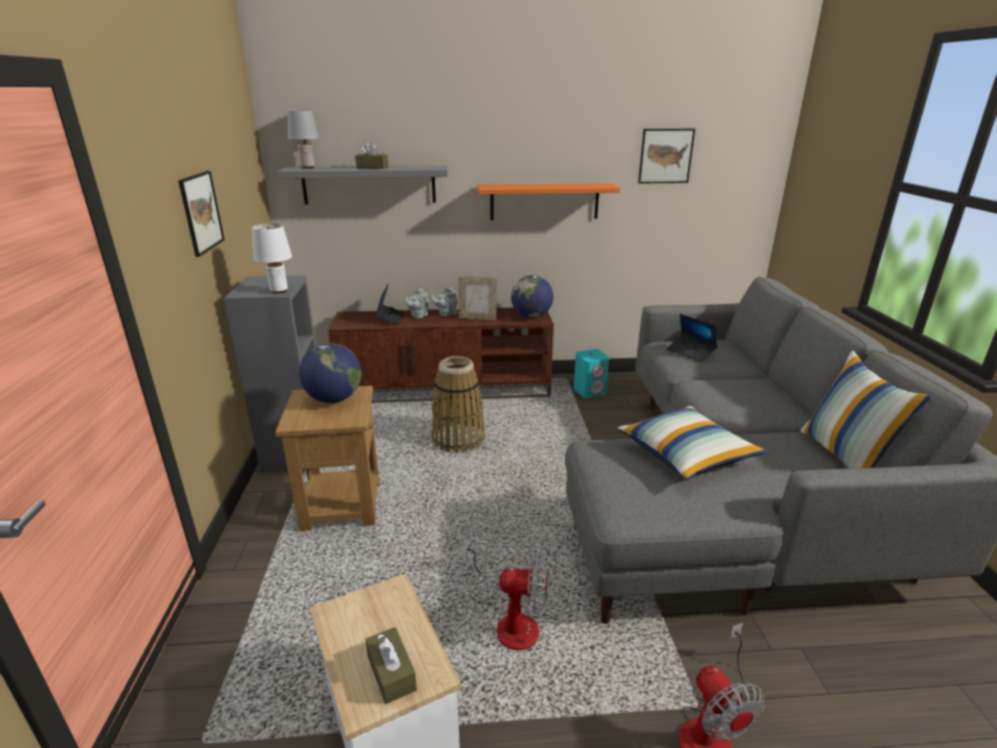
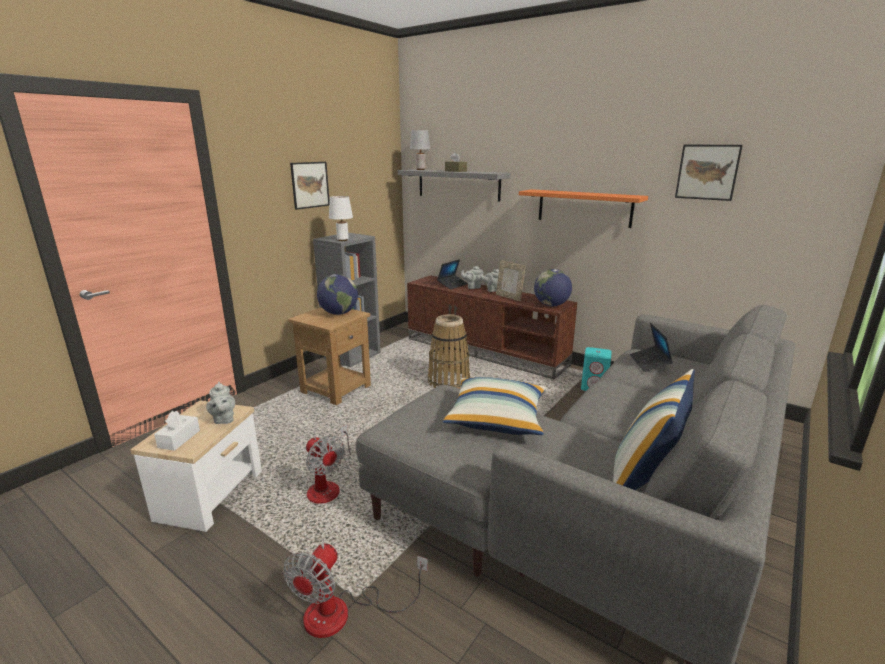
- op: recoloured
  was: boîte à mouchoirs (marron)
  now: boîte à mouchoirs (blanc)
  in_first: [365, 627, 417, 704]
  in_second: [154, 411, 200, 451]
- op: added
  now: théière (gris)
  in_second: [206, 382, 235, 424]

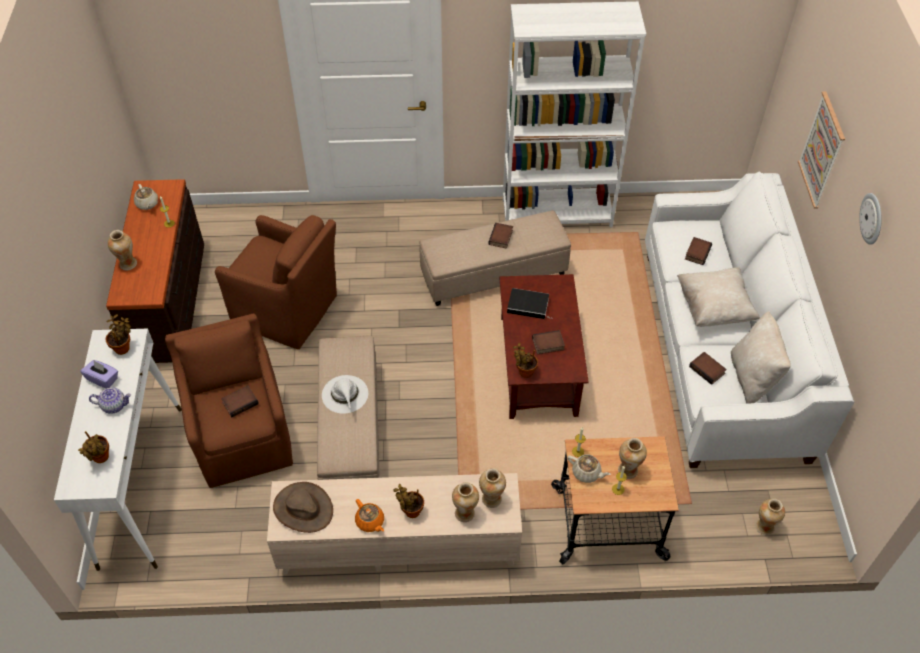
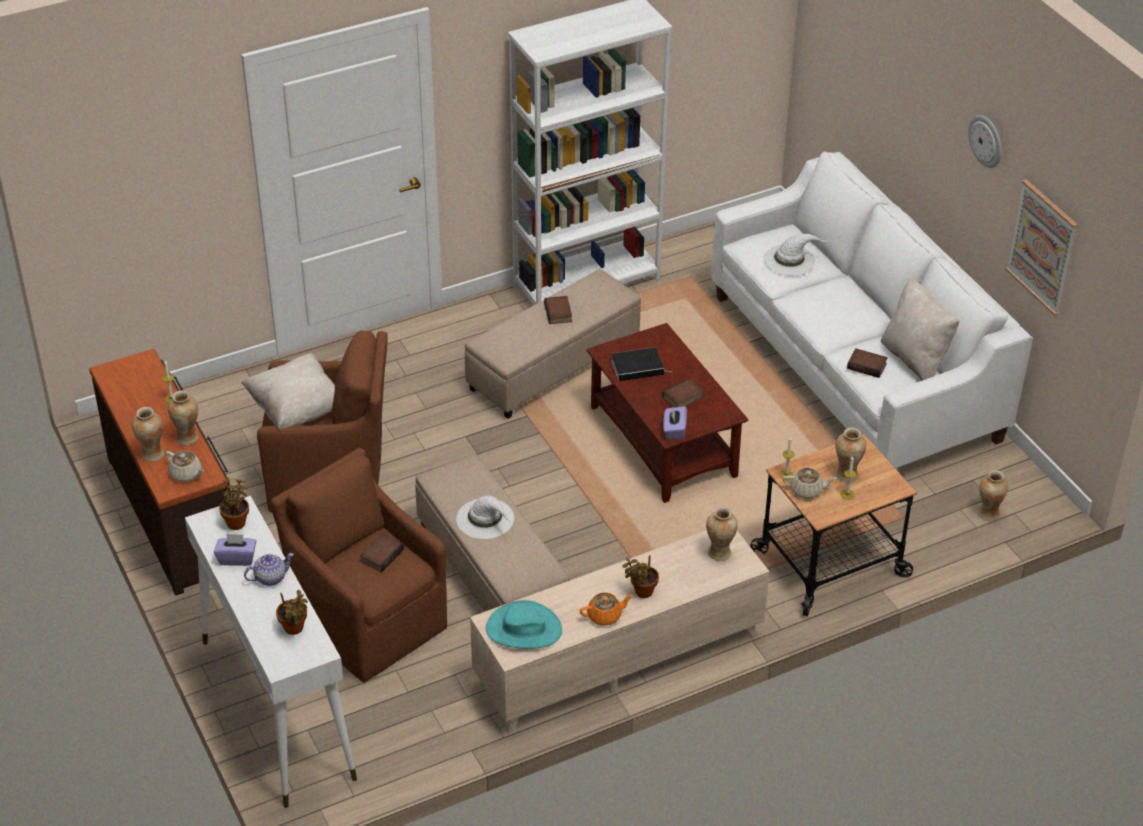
- op: moved
  was: théière (beige)
  in_first: [134, 184, 159, 210]
  in_second: [165, 451, 204, 482]
- op: moved
  was: vase
  in_first: [452, 482, 479, 522]
  in_second: [168, 391, 198, 445]
- op: moved
  was: coussin (beige)
  in_first: [677, 267, 760, 327]
  in_second: [241, 353, 335, 429]
- op: recoloured
  was: chapeau (marron)
  now: chapeau (turquoise)
  in_first: [273, 482, 333, 533]
  in_second: [486, 600, 562, 649]
- op: turned
  was: théière (orange)
  in_first: [355, 499, 384, 532]
  in_second: [580, 592, 633, 626]
  clockwise: -45
- op: replaced
  was: plante en pot
  now: boîte à mouchoirs (violet)
  in_first: [513, 343, 538, 378]
  in_second: [663, 406, 687, 440]
- op: replaced
  was: livre
  now: chapeau (blanc)
  in_first: [685, 237, 712, 265]
  in_second: [764, 234, 828, 276]
- op: moved
  was: tableau
  in_first: [798, 91, 845, 209]
  in_second: [1006, 179, 1078, 316]

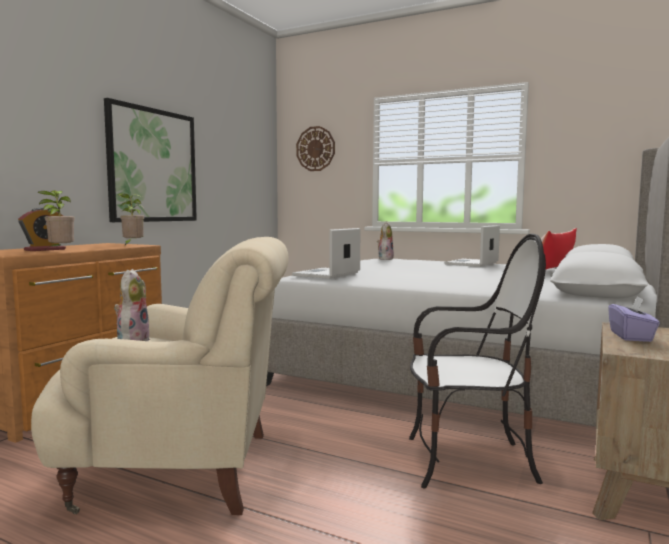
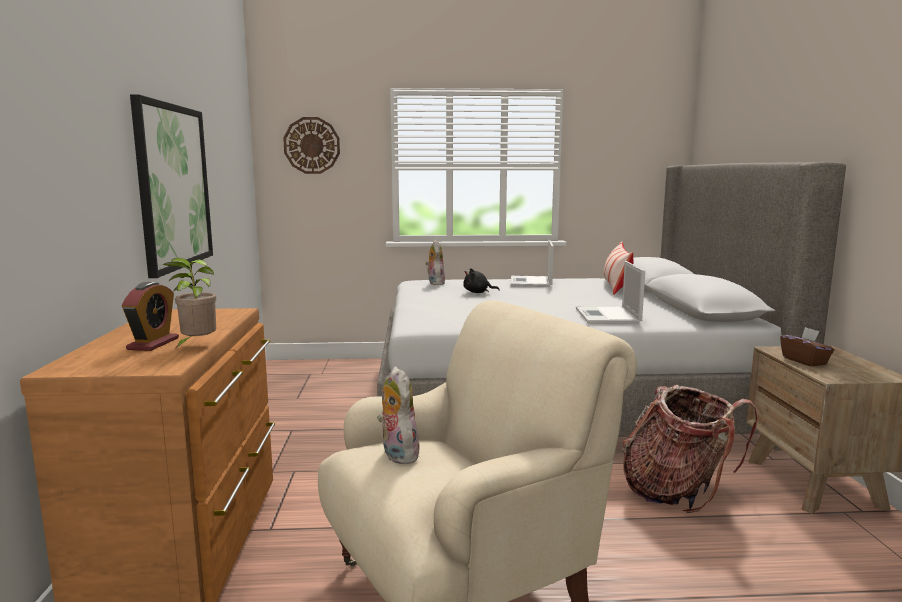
- op: added
  now: peluche (noir)
  in_second: [463, 268, 500, 293]
- op: moved
  was: ordinateur portable
  in_first: [292, 228, 360, 279]
  in_second: [576, 261, 645, 324]
- op: replaced
  was: chaise
  now: sac à dos
  in_first: [409, 234, 546, 489]
  in_second: [622, 385, 759, 513]
- op: recoloured
  was: boîte à mouchoirs (violet)
  now: boîte à mouchoirs (marron)
  in_first: [608, 296, 660, 342]
  in_second: [780, 327, 834, 367]
- op: removed
  was: plante en pot
  in_first: [117, 193, 144, 245]

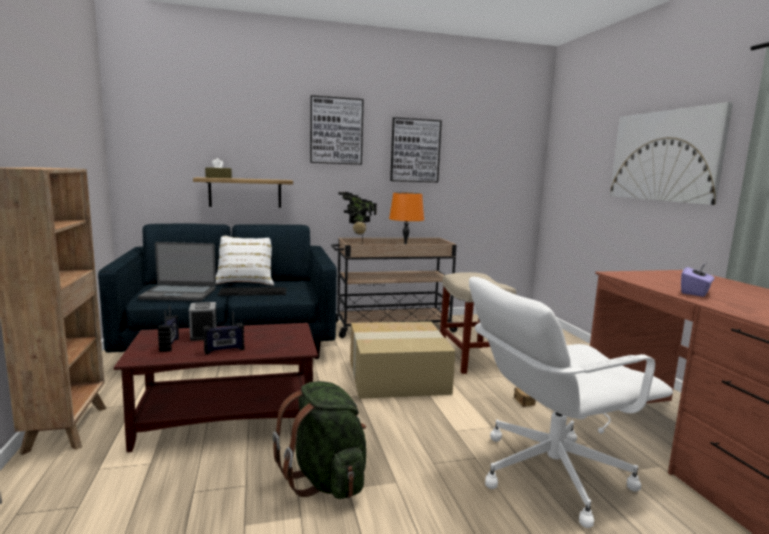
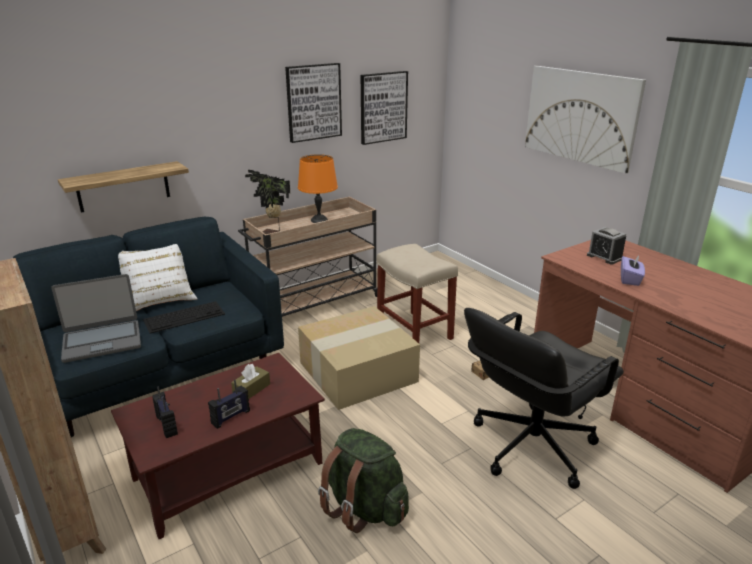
- op: moved
  was: boîte à mouchoirs (marron)
  in_first: [205, 158, 232, 178]
  in_second: [231, 364, 270, 399]
- op: moved
  was: tableau
  in_first: [310, 95, 364, 165]
  in_second: [361, 71, 408, 145]
- op: recoloured
  was: chaise de bureau (blanc)
  now: chaise de bureau (noir)
  in_first: [469, 277, 673, 528]
  in_second: [464, 308, 624, 489]
- op: moved
  was: réveil
  in_first: [189, 302, 217, 341]
  in_second: [587, 227, 626, 265]

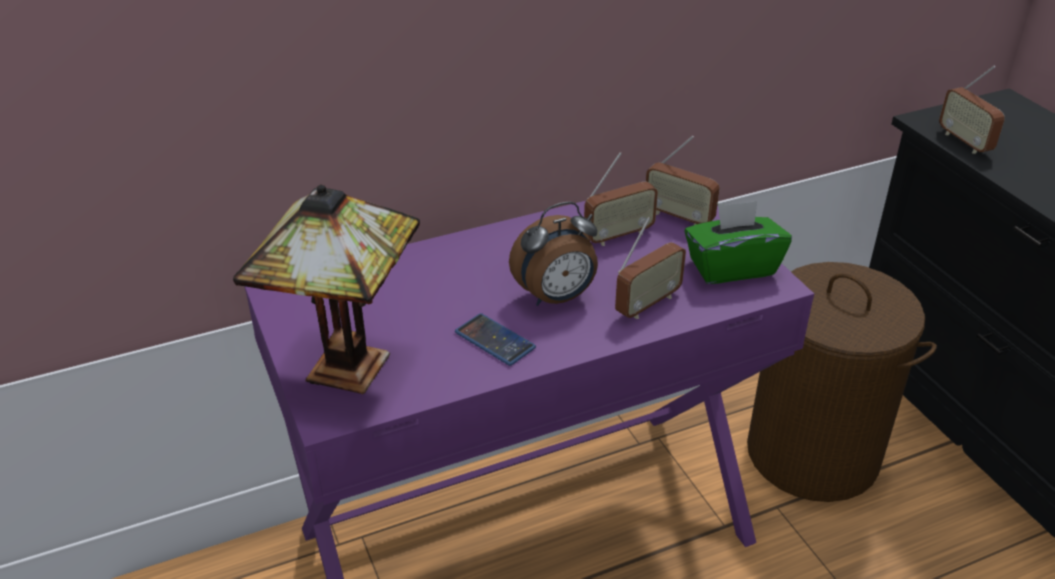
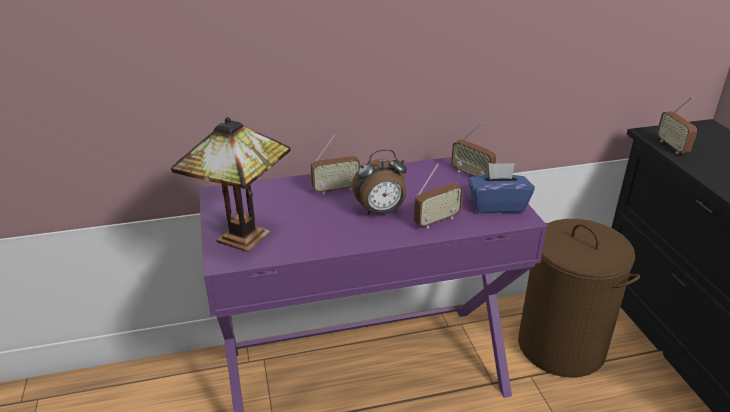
- op: moved
  was: radio
  in_first: [584, 152, 658, 246]
  in_second: [311, 135, 360, 195]
- op: recoloured
  was: boîte à mouchoirs (vert)
  now: boîte à mouchoirs (bleu)
  in_first: [684, 201, 792, 284]
  in_second: [468, 163, 535, 214]
- op: removed
  was: téléphone
  in_first: [455, 313, 536, 366]

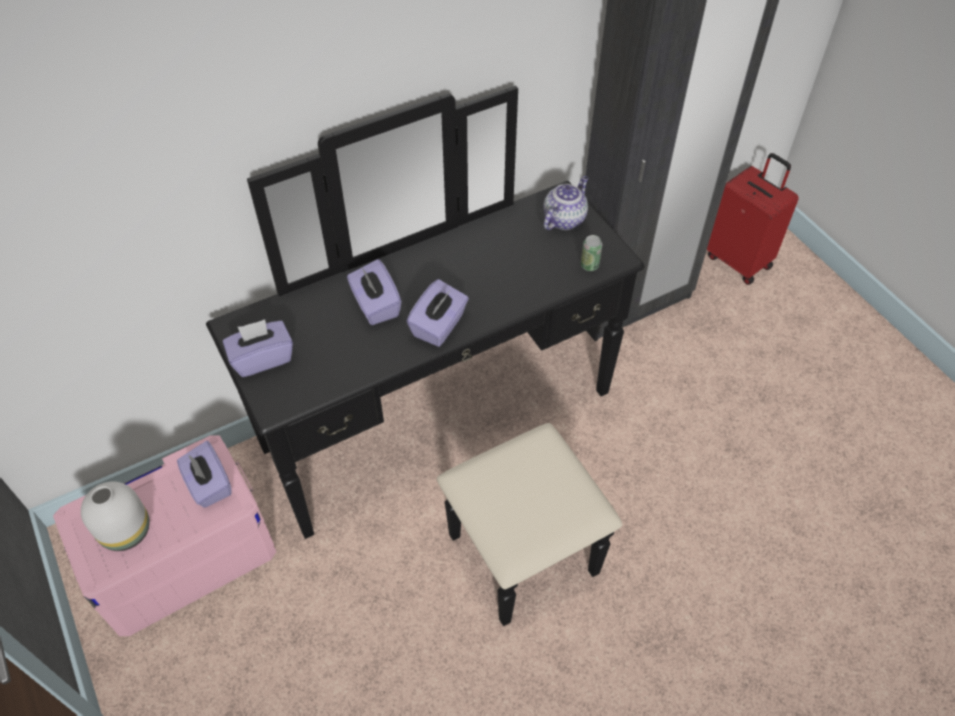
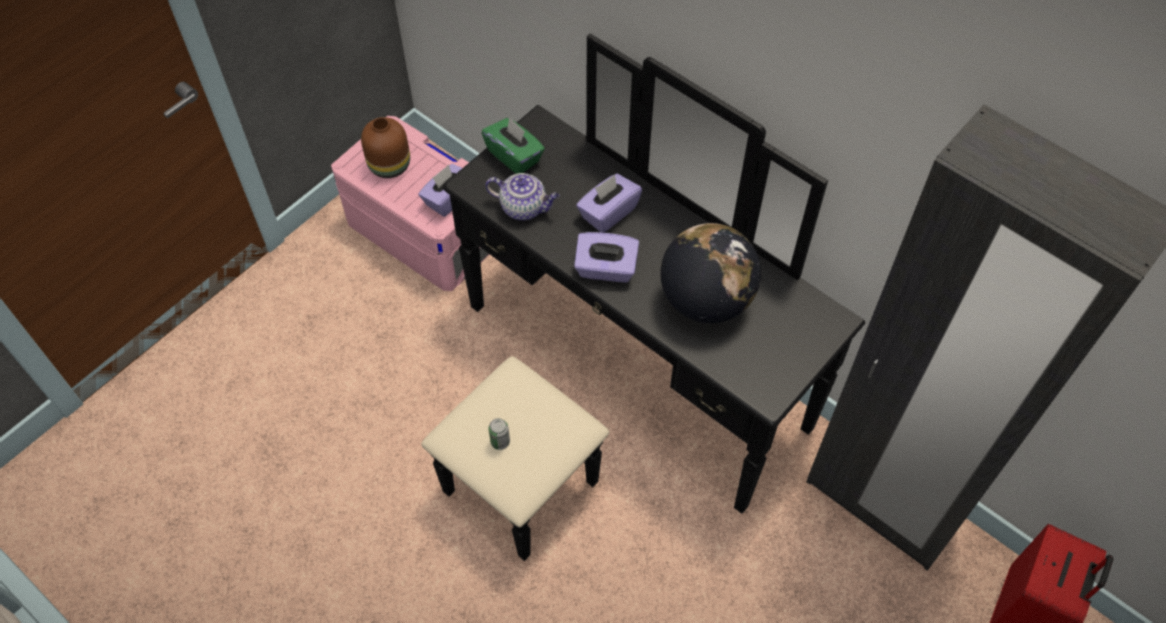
- op: recoloured
  was: vase (blanc)
  now: vase (marron)
  in_first: [81, 481, 150, 551]
  in_second: [361, 117, 410, 178]
- op: recoloured
  was: boîte à mouchoirs (violet)
  now: boîte à mouchoirs (vert)
  in_first: [223, 319, 293, 377]
  in_second: [482, 117, 545, 174]
- op: moved
  was: théière
  in_first: [543, 176, 589, 230]
  in_second: [485, 173, 560, 220]
- op: moved
  was: boîte métallique
  in_first: [581, 235, 602, 271]
  in_second: [489, 418, 510, 450]
- op: added
  now: globe
  in_second: [660, 223, 761, 323]

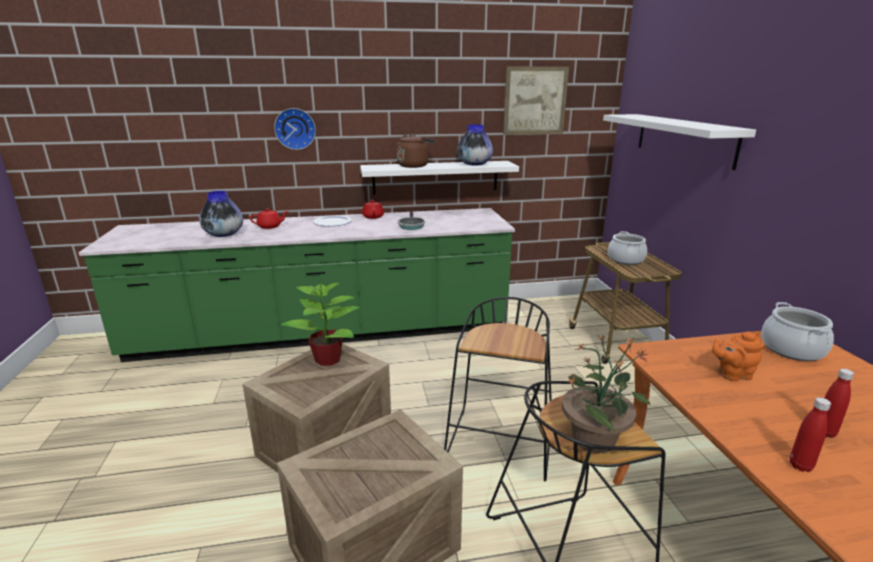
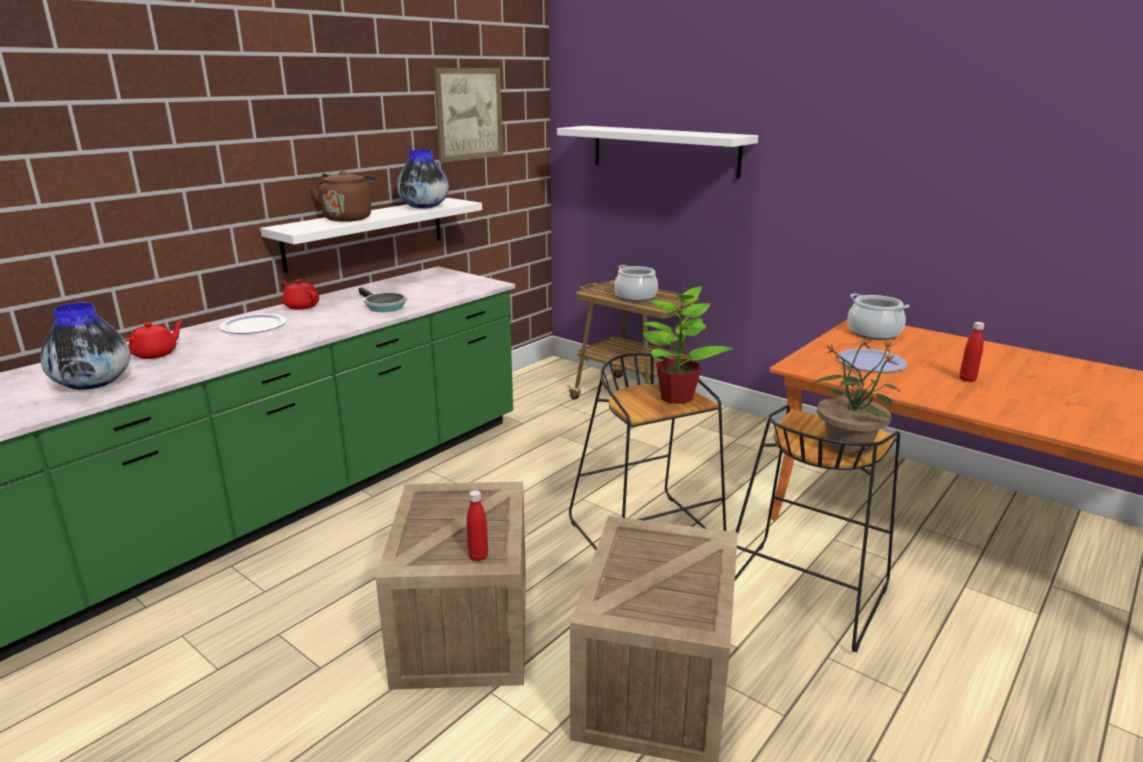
- op: moved
  was: bouteille (rouge)
  in_first: [790, 397, 831, 472]
  in_second: [467, 490, 488, 561]
- op: moved
  was: plante en pot
  in_first: [281, 277, 360, 366]
  in_second: [643, 282, 734, 404]
- op: replaced
  was: théière (orange)
  now: assiette
  in_first: [712, 332, 764, 381]
  in_second: [838, 349, 907, 372]
- op: removed
  was: horloge murale
  in_first: [274, 108, 316, 150]

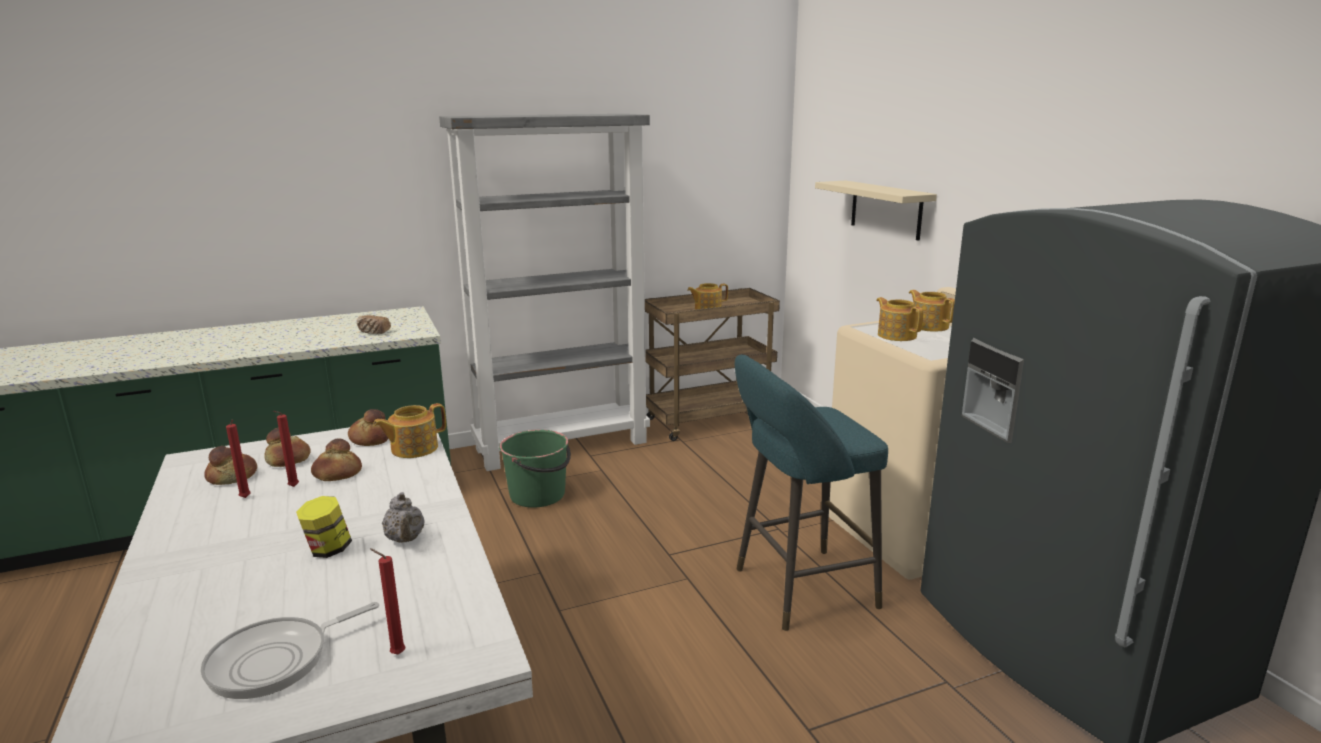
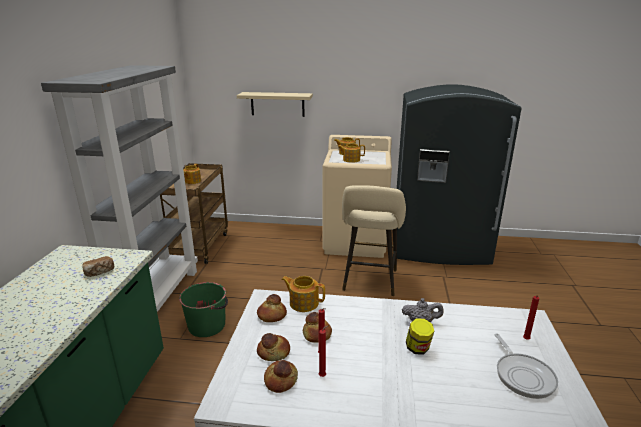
- op: turned
  was: théière
  in_first: [373, 403, 446, 458]
  in_second: [282, 276, 325, 312]
  clockwise: 120
- op: recoloured
  was: tabouret (turquoise)
  now: tabouret (beige)
  in_first: [735, 354, 888, 631]
  in_second: [342, 185, 406, 296]

